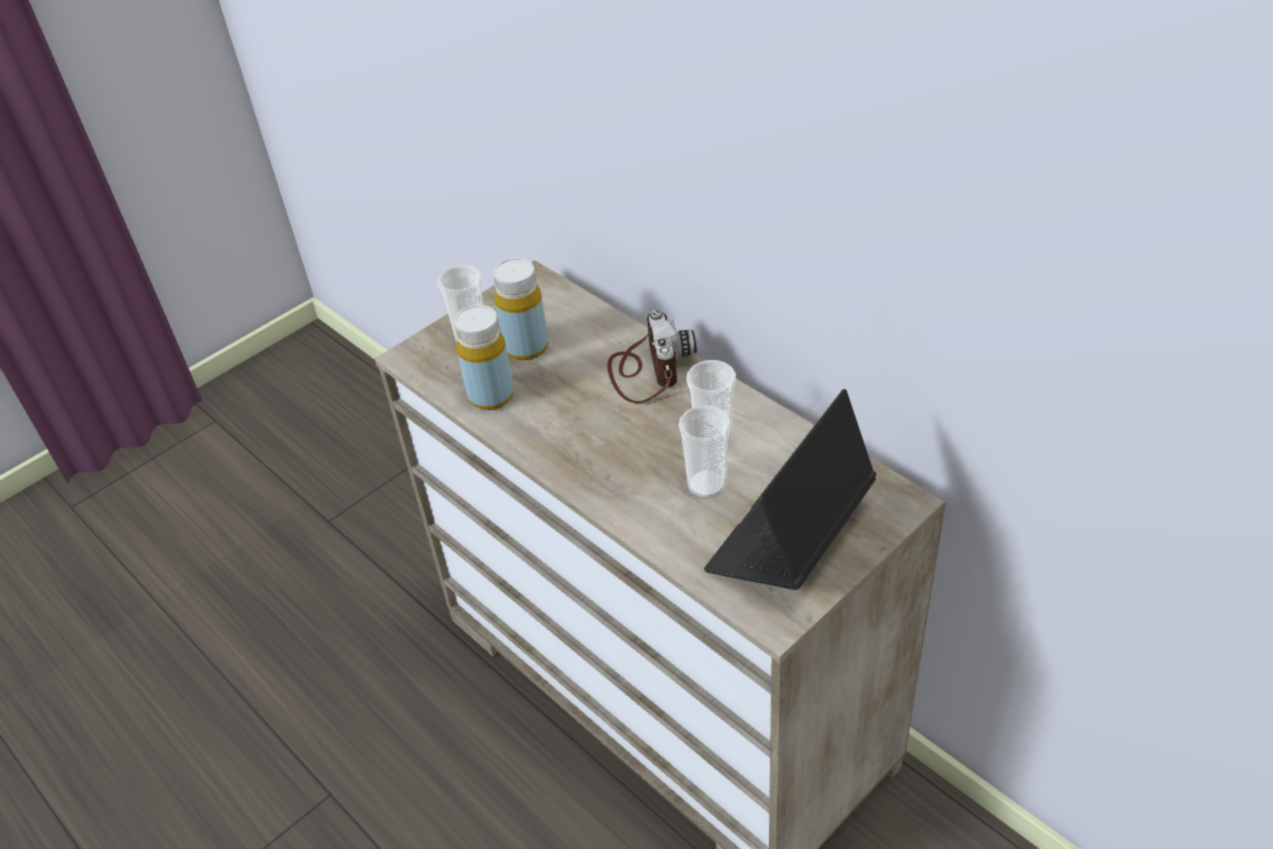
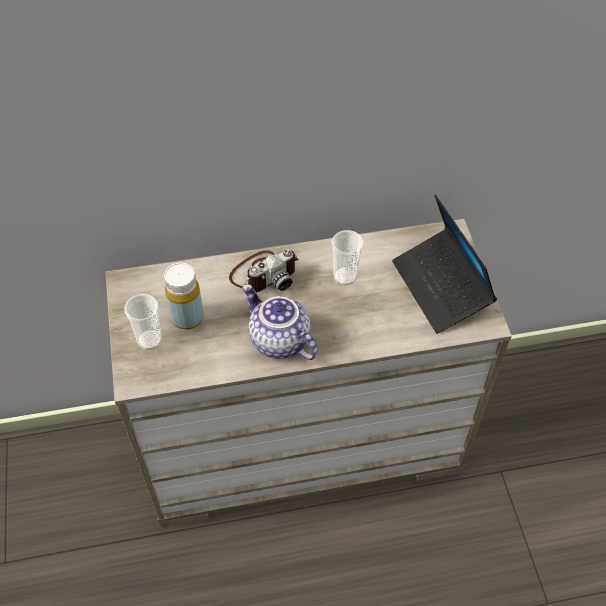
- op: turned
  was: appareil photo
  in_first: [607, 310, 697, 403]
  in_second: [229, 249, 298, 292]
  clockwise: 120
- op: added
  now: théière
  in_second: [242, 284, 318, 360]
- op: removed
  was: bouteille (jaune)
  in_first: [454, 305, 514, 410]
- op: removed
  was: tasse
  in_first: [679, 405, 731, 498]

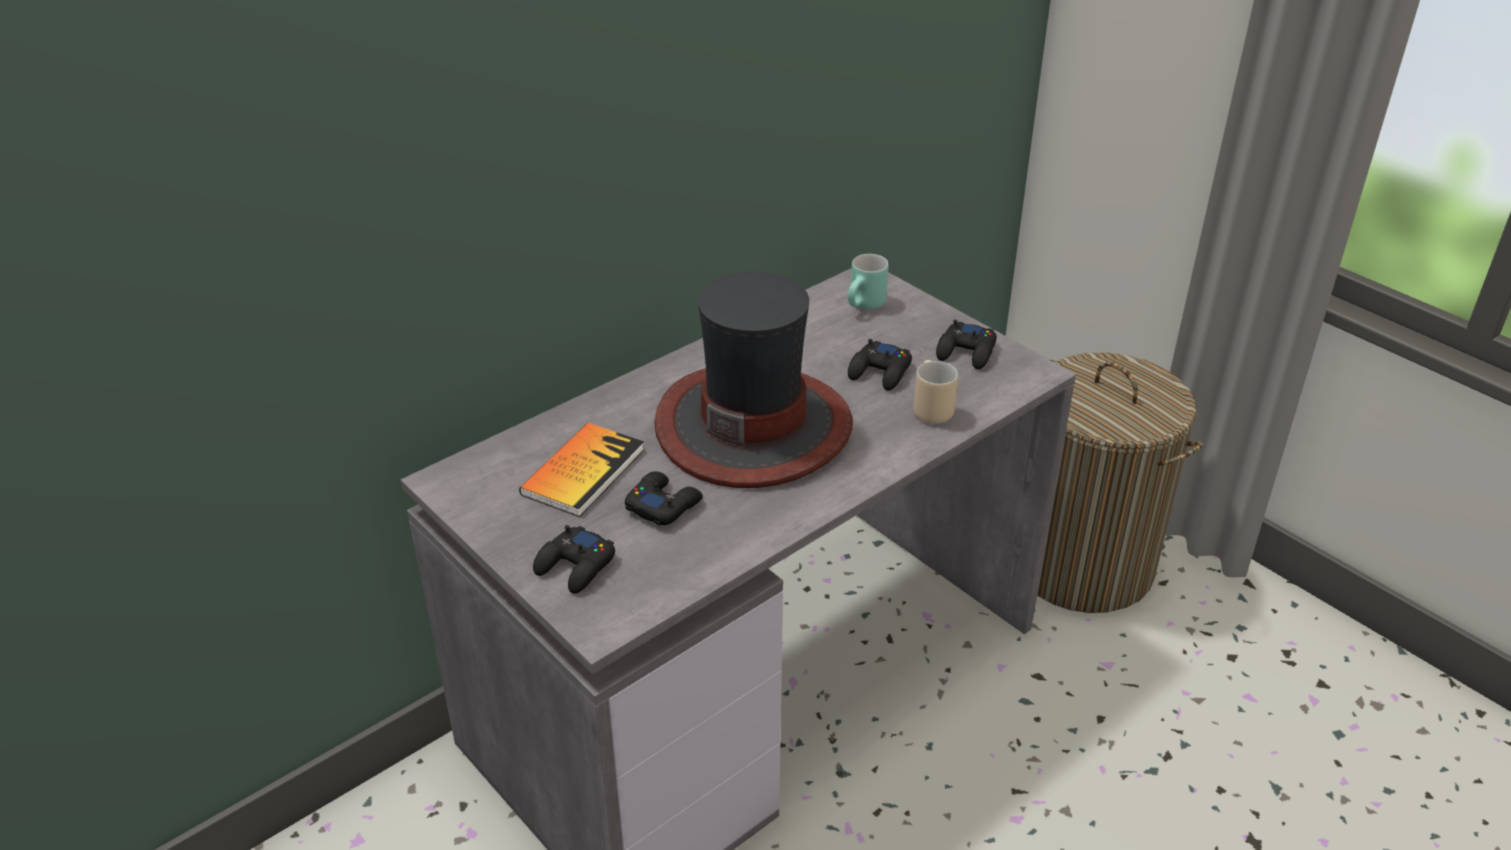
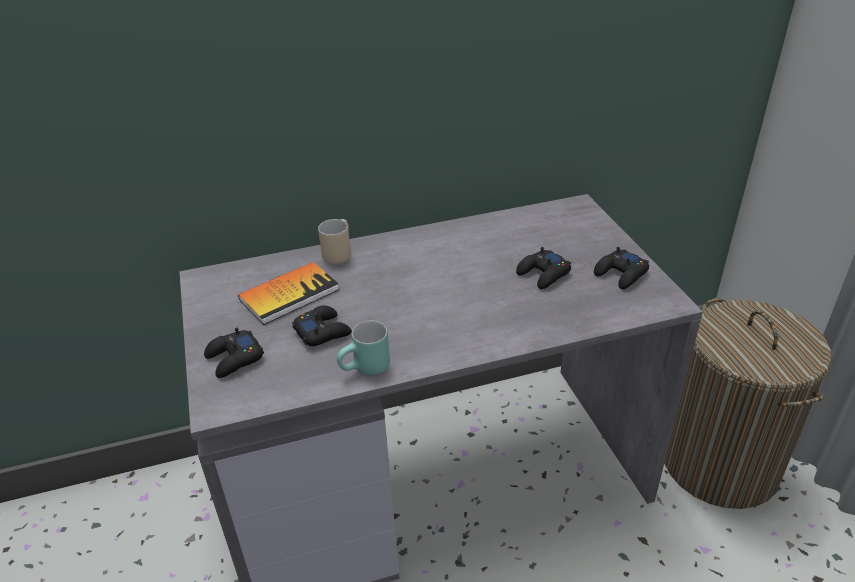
- op: moved
  was: mug (beige)
  in_first: [914, 360, 958, 424]
  in_second: [318, 219, 351, 264]
- op: moved
  was: mug (turquoise)
  in_first: [848, 254, 888, 310]
  in_second: [337, 321, 390, 376]
- op: removed
  was: chapeau
  in_first: [654, 271, 853, 488]

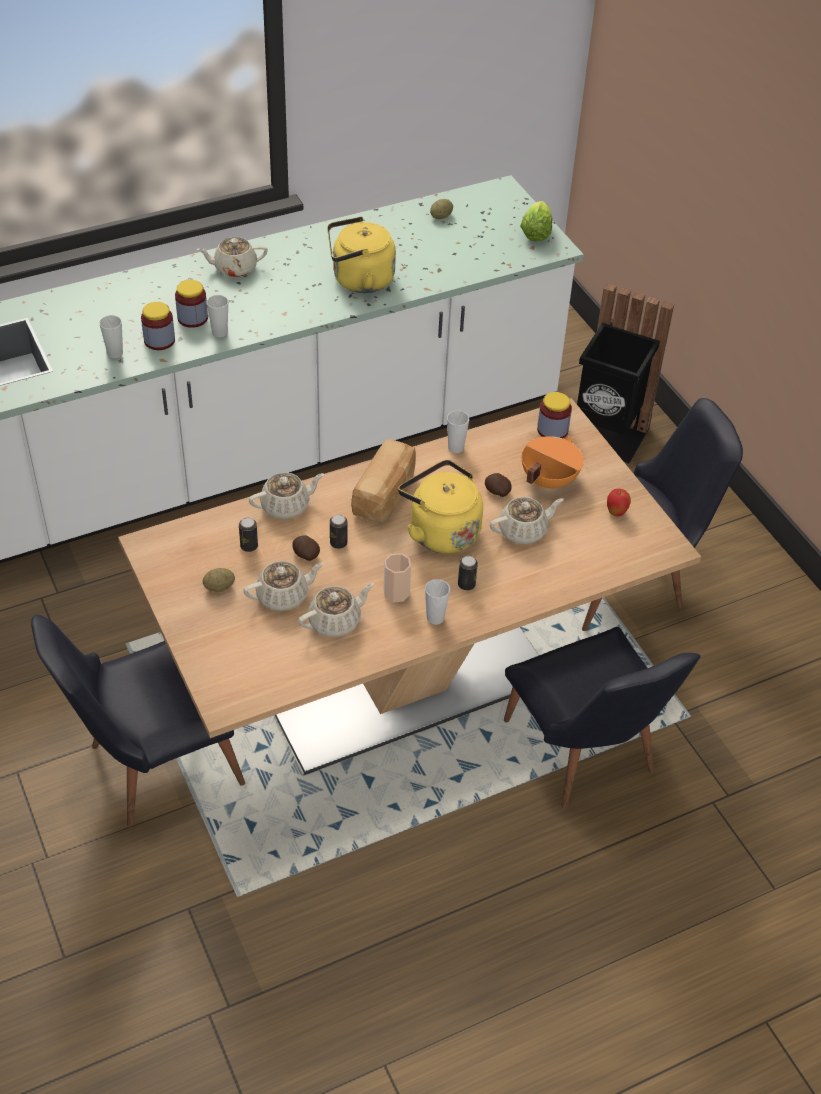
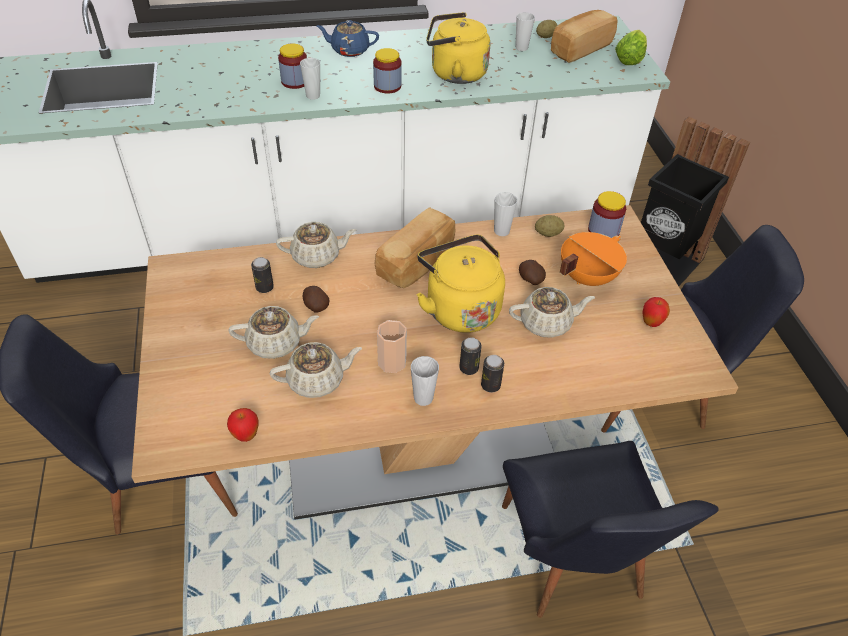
- op: added
  now: pomme
  in_second: [227, 408, 259, 442]
- op: recoloured
  was: théière (beige)
  now: théière (bleu)
  in_first: [197, 237, 268, 277]
  in_second: [317, 20, 379, 57]
- op: moved
  was: bocal
  in_first: [141, 302, 175, 350]
  in_second: [373, 48, 402, 94]
- op: moved
  was: boîte métallique
  in_first: [330, 514, 347, 549]
  in_second: [481, 355, 504, 393]
- op: moved
  was: tasse
  in_first: [99, 315, 123, 358]
  in_second: [515, 12, 535, 51]
- op: moved
  was: pomme de terre
  in_first: [202, 568, 235, 592]
  in_second: [535, 215, 564, 237]
- op: added
  now: pain
  in_second: [551, 10, 617, 63]

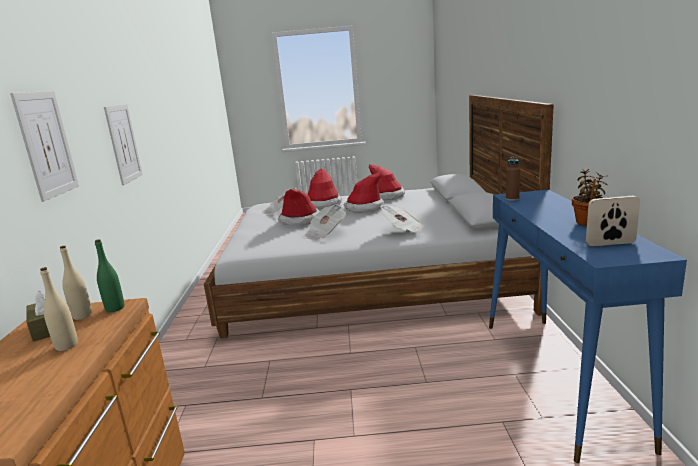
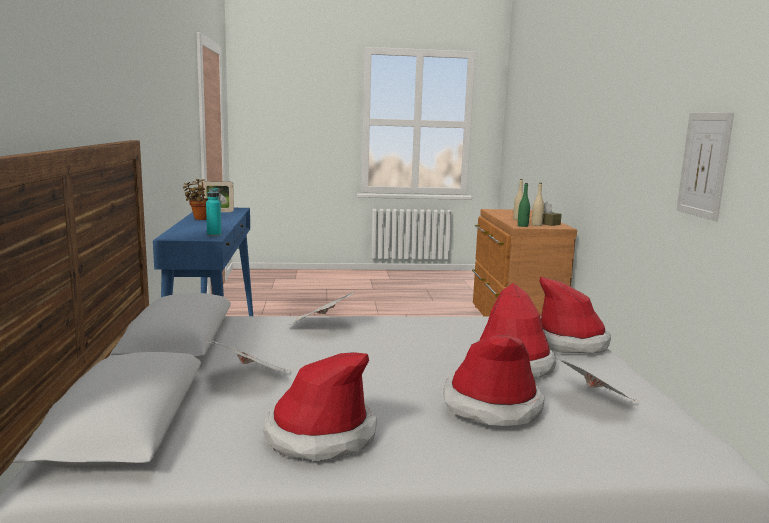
- op: moved
  was: journal
  in_first: [303, 204, 346, 239]
  in_second: [203, 340, 292, 371]
- op: recoloured
  was: bouteille (marron)
  now: bouteille (turquoise)
  in_first: [506, 156, 520, 201]
  in_second: [206, 188, 221, 237]
- op: moved
  was: chapeau
  in_first: [344, 172, 384, 213]
  in_second: [540, 276, 611, 353]
- op: removed
  was: tableau
  in_first: [10, 91, 79, 202]

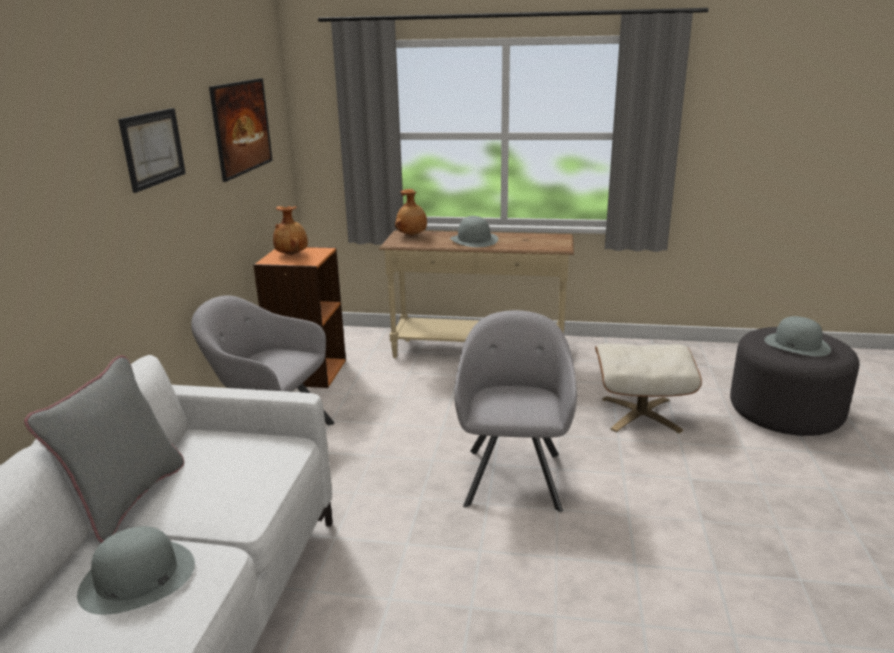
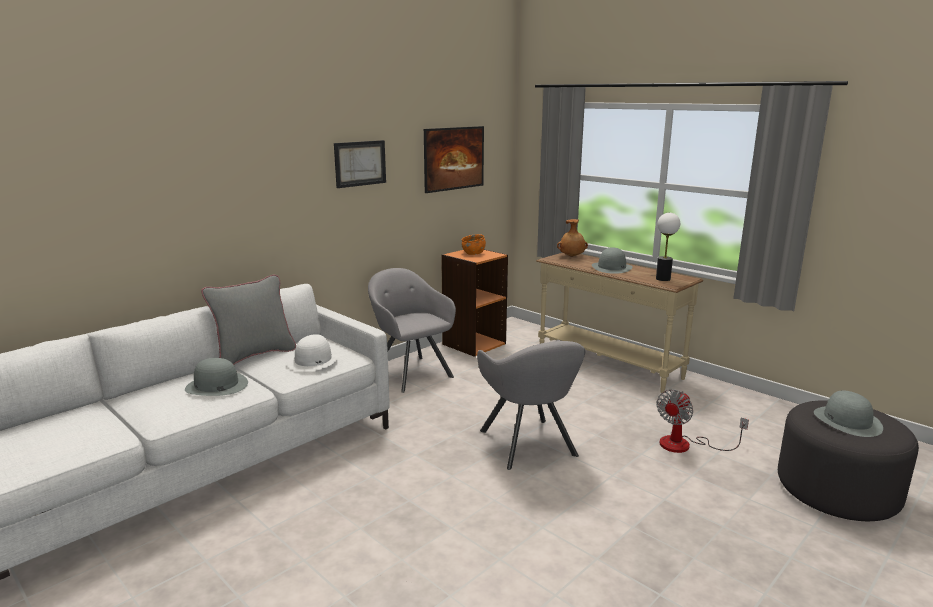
- op: added
  now: chapeau (blanc)
  in_second: [286, 334, 340, 372]
- op: replaced
  was: vase (marron)
  now: bol (orange)
  in_first: [273, 206, 308, 255]
  in_second: [462, 234, 486, 255]
- op: turned
  was: fauteuil (gris)
  in_first: [454, 310, 577, 512]
  in_second: [477, 340, 585, 470]
  clockwise: 120
- op: added
  now: lampe de table
  in_second: [656, 213, 680, 281]
- op: replaced
  was: pouf (beige)
  now: ventilateur
  in_first: [595, 343, 702, 433]
  in_second: [656, 390, 749, 453]

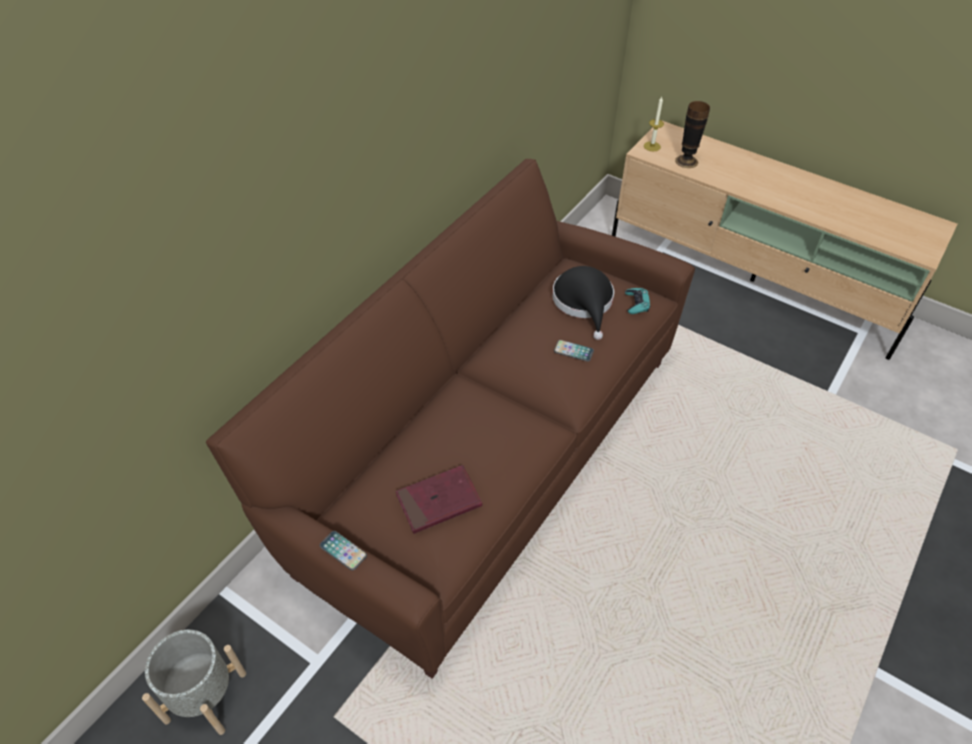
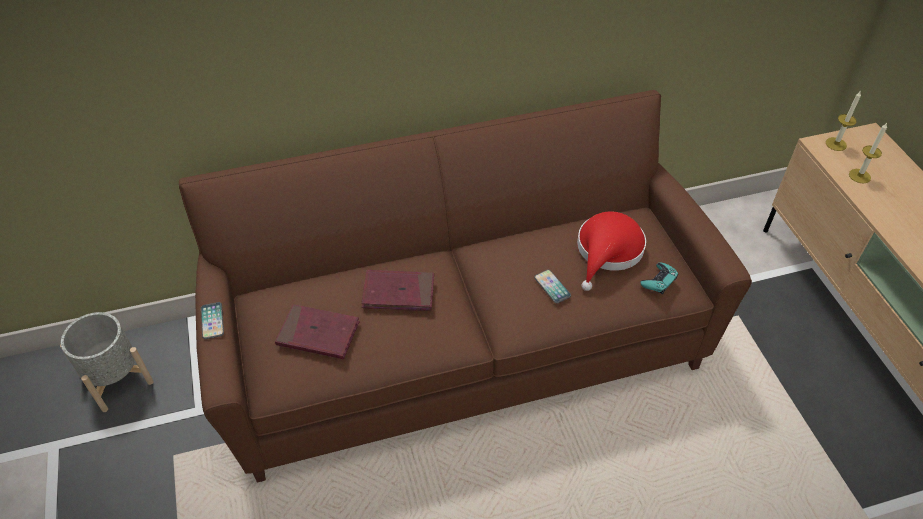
- op: added
  now: livre (rouge)
  in_second: [361, 270, 434, 311]
- op: recoloured
  was: chapeau (noir)
  now: chapeau (rouge)
  in_first: [552, 266, 614, 340]
  in_second: [577, 211, 646, 291]
- op: replaced
  was: vase
  now: bougie
  in_first: [675, 101, 710, 168]
  in_second: [849, 123, 887, 184]

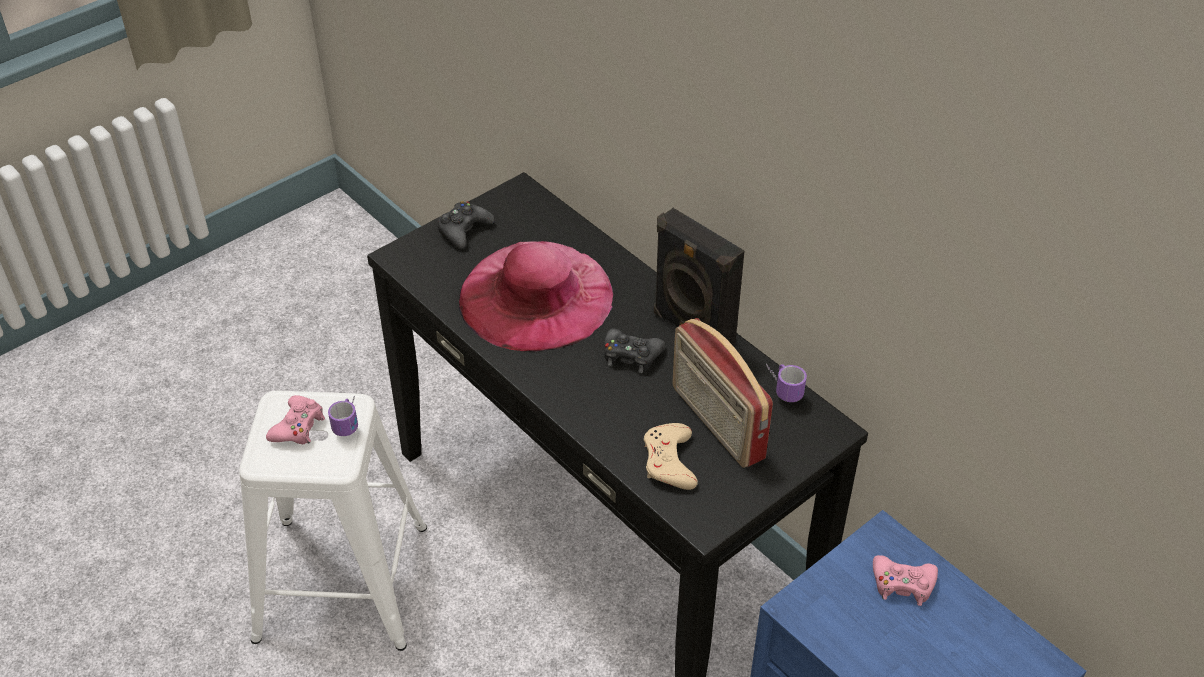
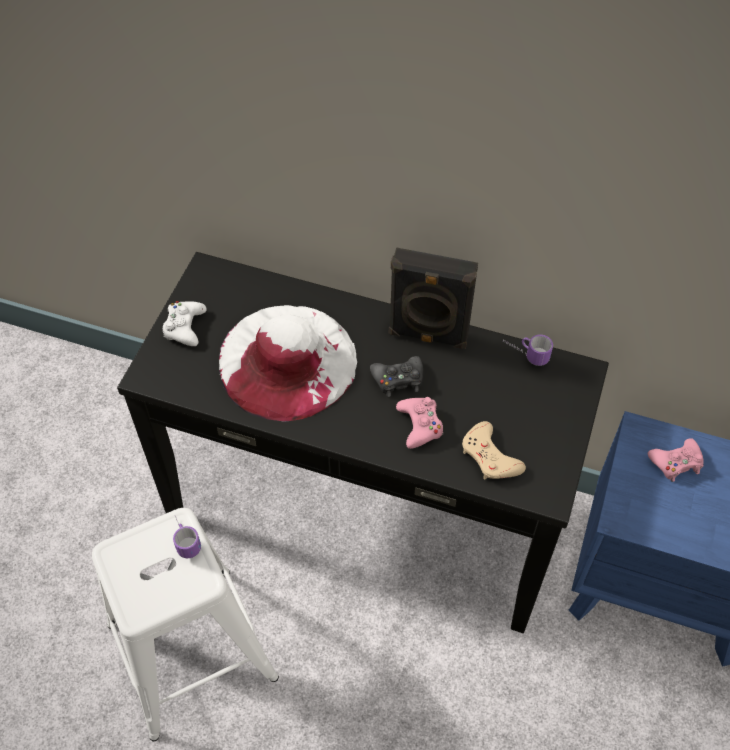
- op: recoloured
  was: manette (noir)
  now: manette (blanc)
  in_first: [437, 201, 495, 249]
  in_second: [163, 301, 207, 346]
- op: recoloured
  was: chapeau (rose)
  now: chapeau (blanc)
  in_first: [459, 241, 613, 351]
  in_second: [219, 305, 357, 421]
- op: moved
  was: manette (rose)
  in_first: [266, 395, 325, 444]
  in_second: [396, 397, 444, 449]
- op: removed
  was: radio
  in_first: [672, 318, 773, 468]

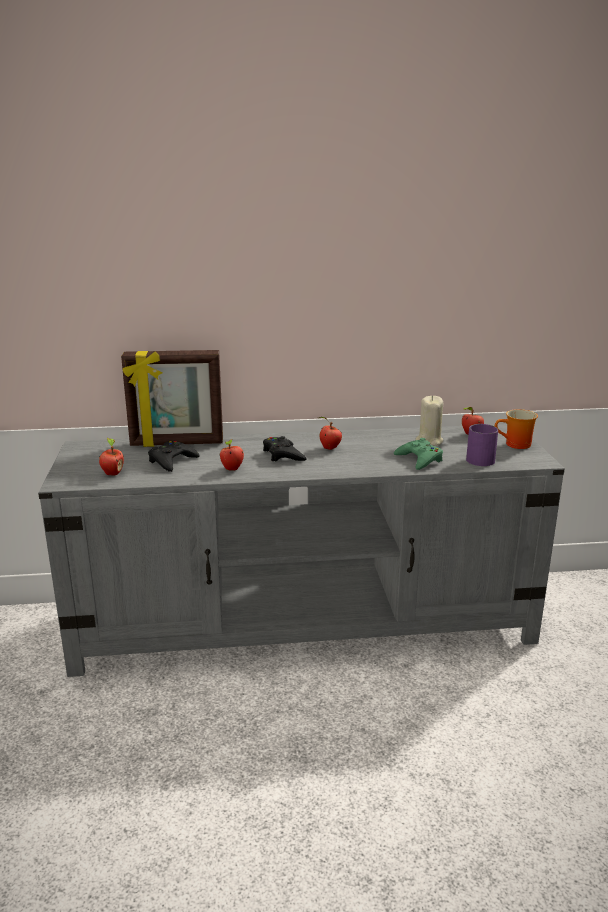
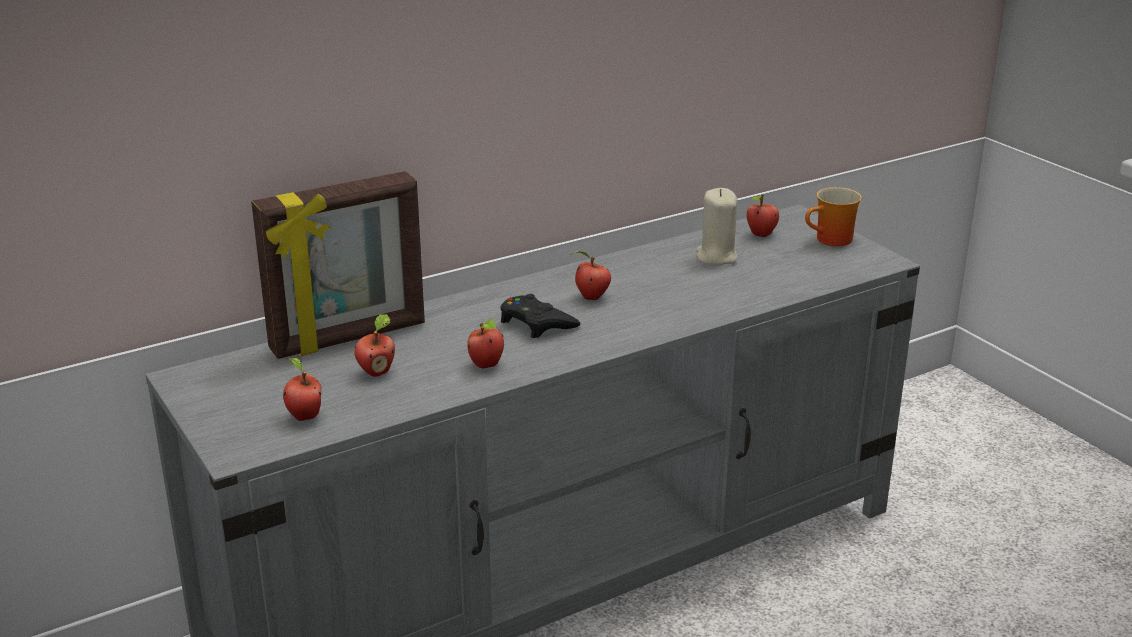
- op: replaced
  was: manette (noir)
  now: pomme
  in_first: [148, 441, 200, 472]
  in_second: [354, 314, 395, 377]
- op: removed
  was: manette (vert)
  in_first: [394, 438, 443, 470]
- op: removed
  was: mug (violet)
  in_first: [466, 424, 498, 466]

